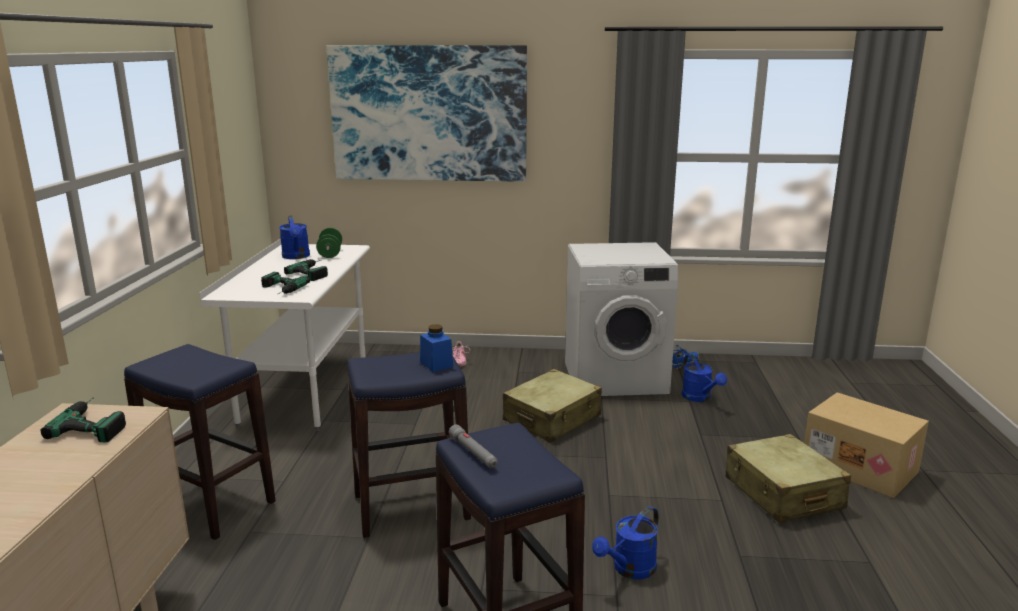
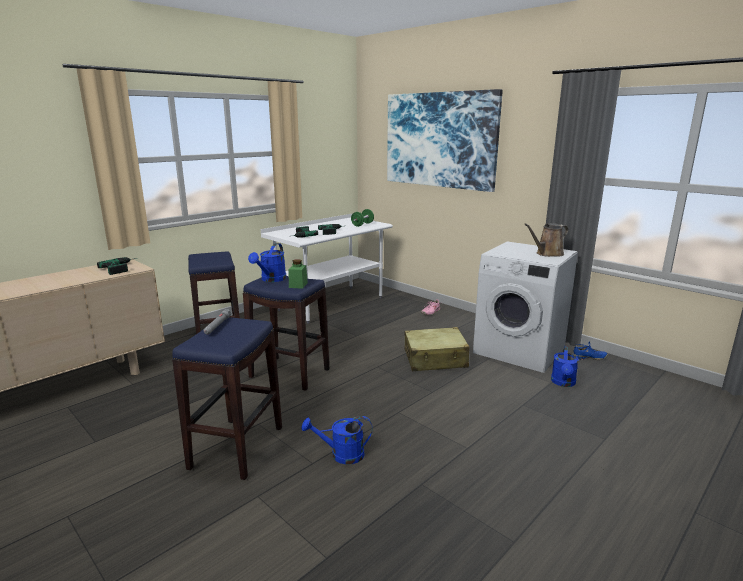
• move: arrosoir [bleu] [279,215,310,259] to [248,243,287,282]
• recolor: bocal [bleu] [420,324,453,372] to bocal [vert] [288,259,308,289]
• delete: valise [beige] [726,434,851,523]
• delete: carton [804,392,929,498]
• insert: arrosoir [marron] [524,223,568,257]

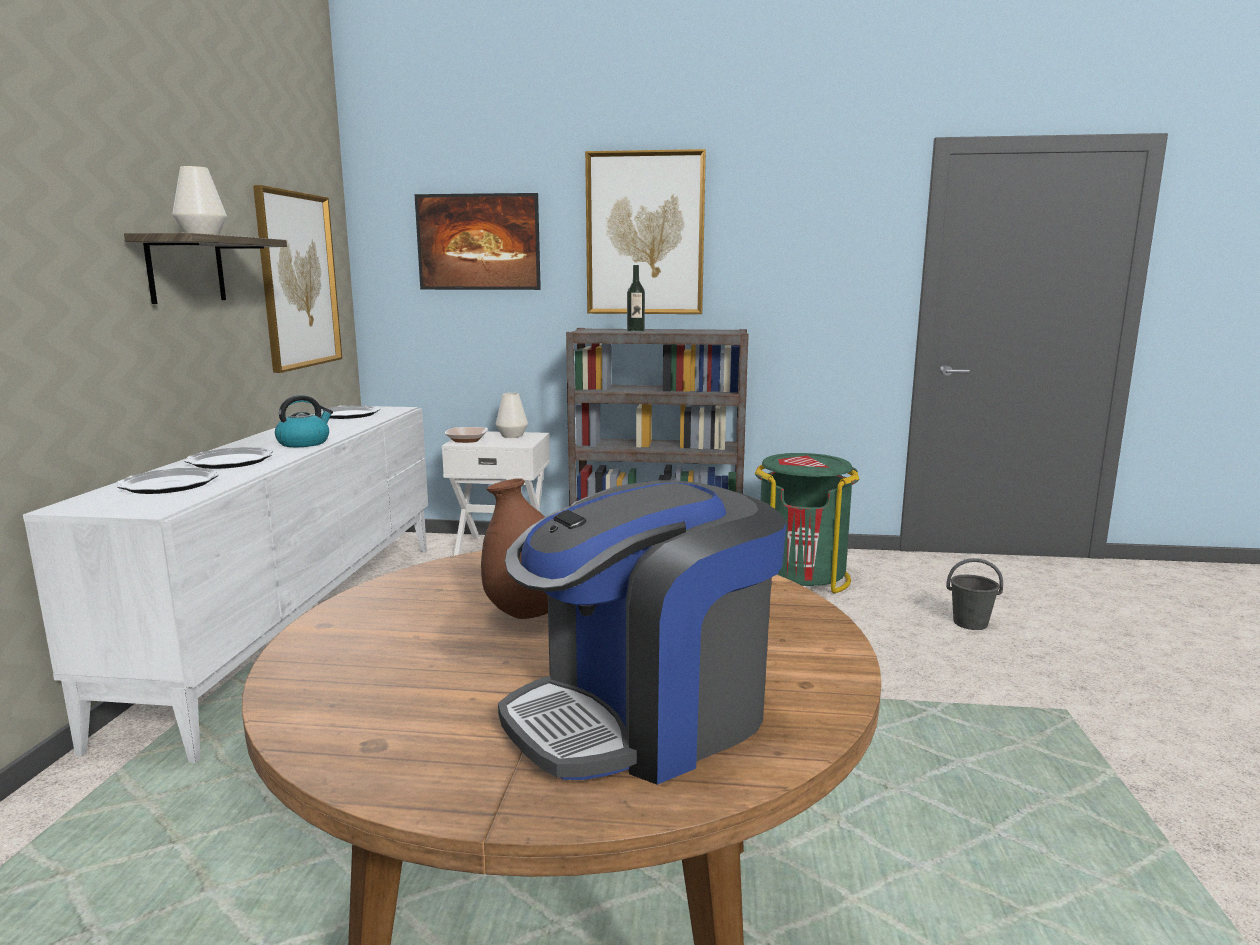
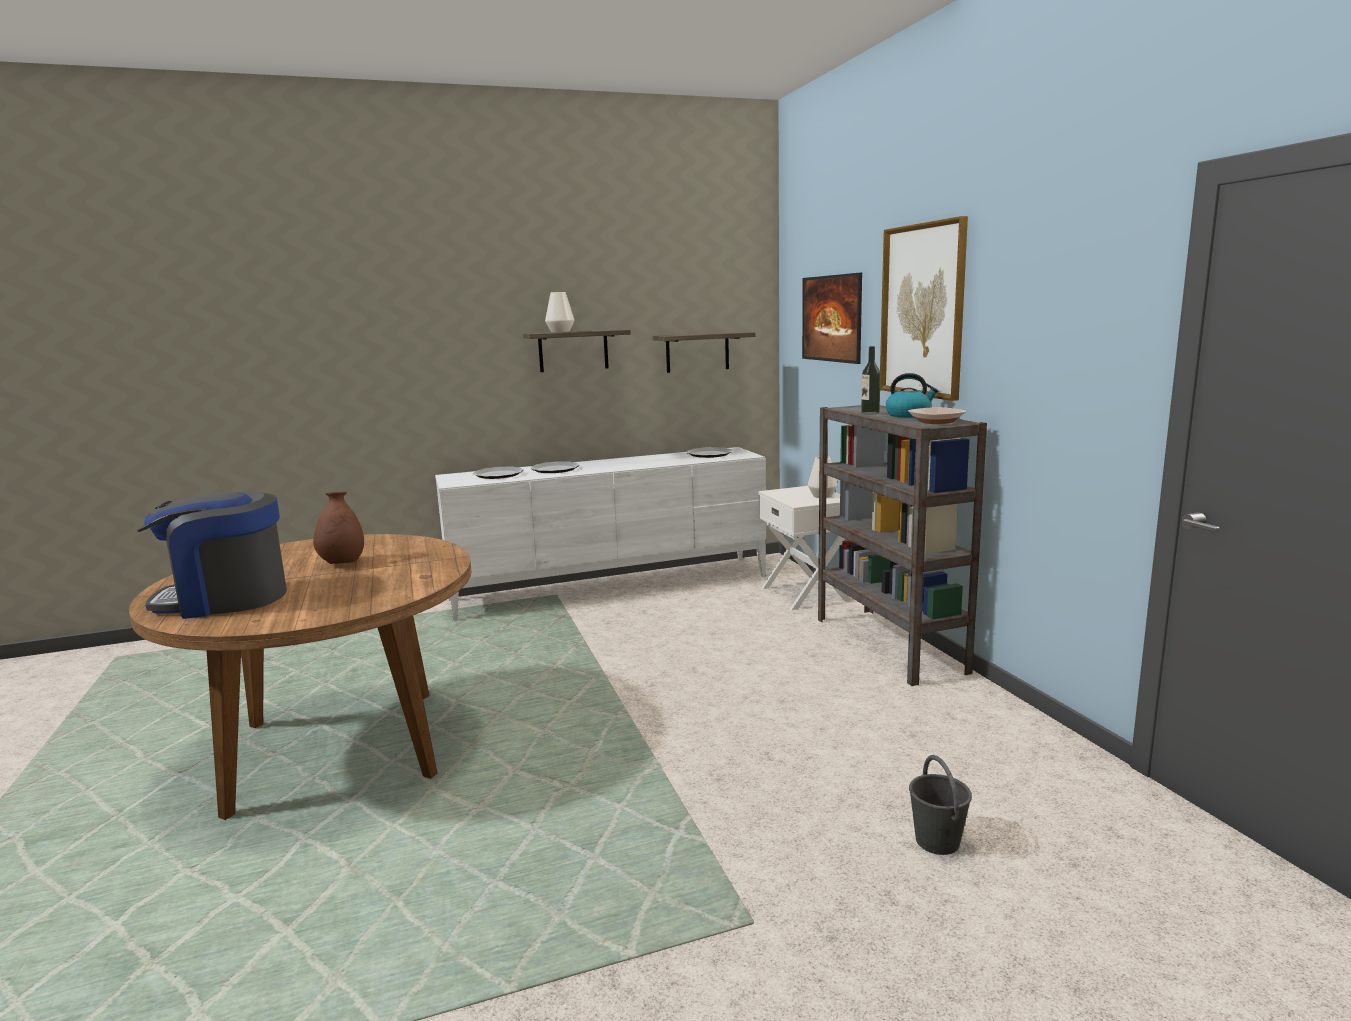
• replace: tableau [253,185,342,373] to étagère [652,332,756,373]
• move: bouilloire [275,395,333,447] to [886,373,938,417]
• move: bol [445,427,488,443] to [908,407,966,424]
• rotate: machine à café [498,480,787,785] = [137,492,287,619] 45 degrees counterclockwise
• delete: poubelle [vert] [755,453,859,593]

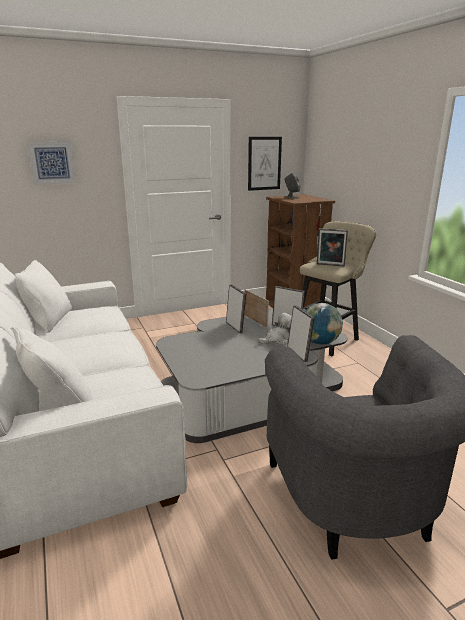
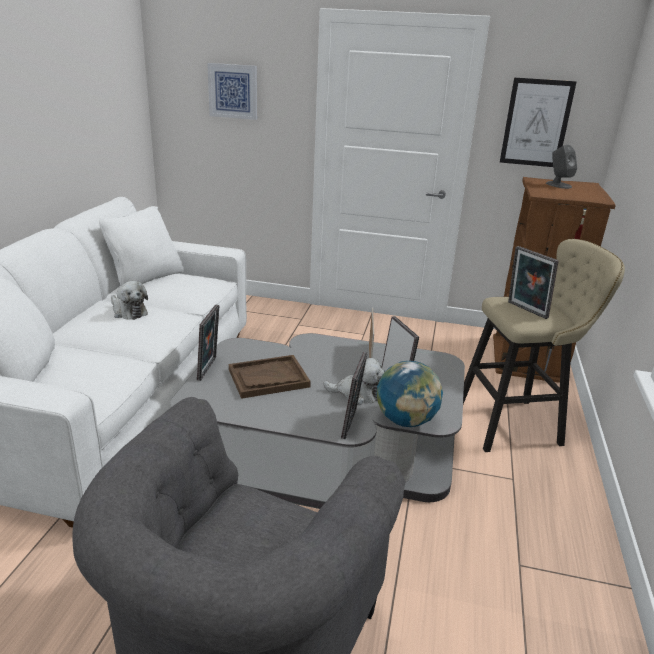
• move: cadre photo [226,284,246,333] to [197,304,220,381]
• insert: peluche [111,281,148,320]
• insert: plateau [marron] [229,355,311,399]

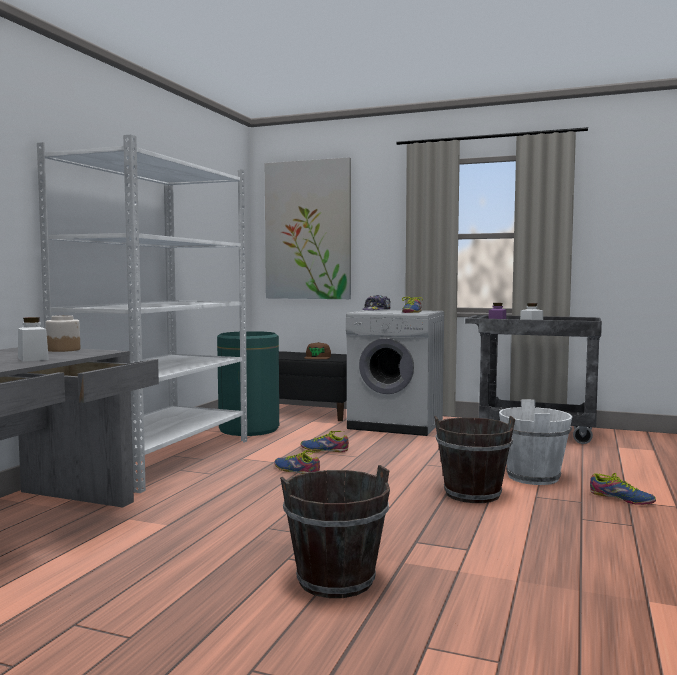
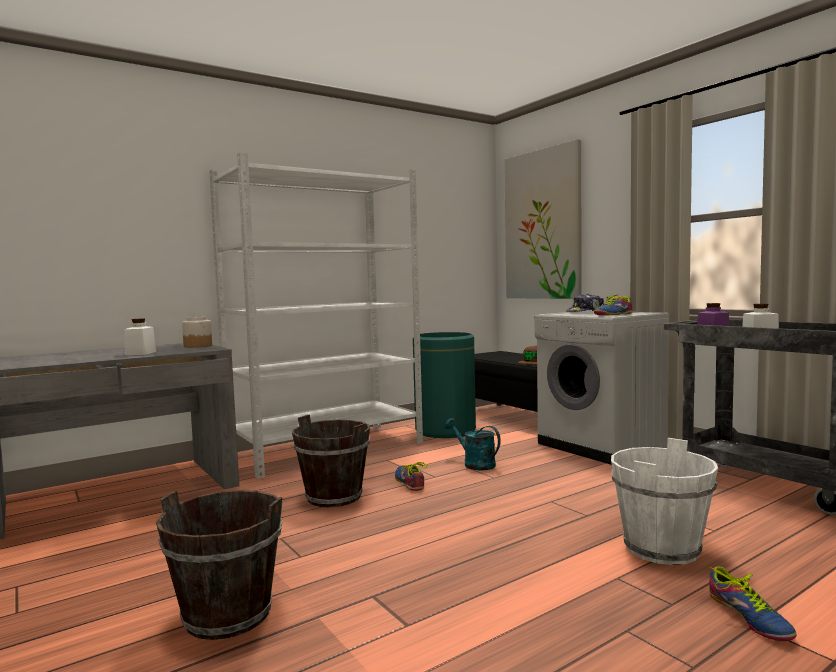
• replace: chaussure [300,431,349,452] to arrosoir [turquoise] [445,418,501,470]
• move: seau [marron] [434,416,515,503] to [292,415,370,507]

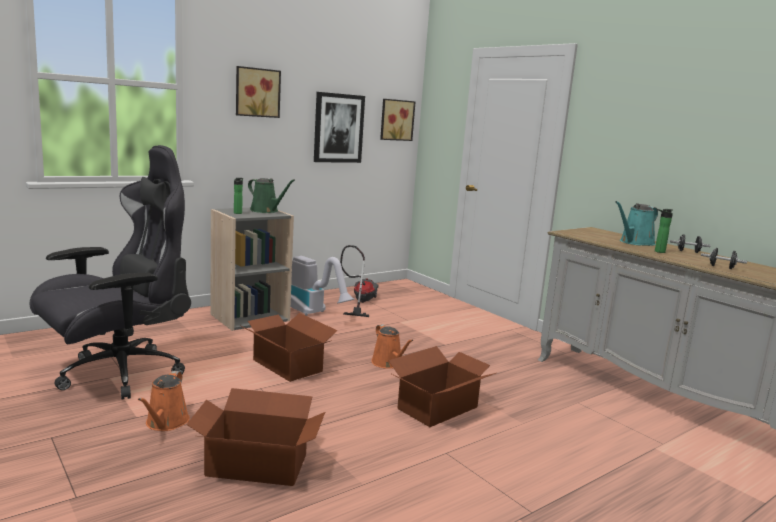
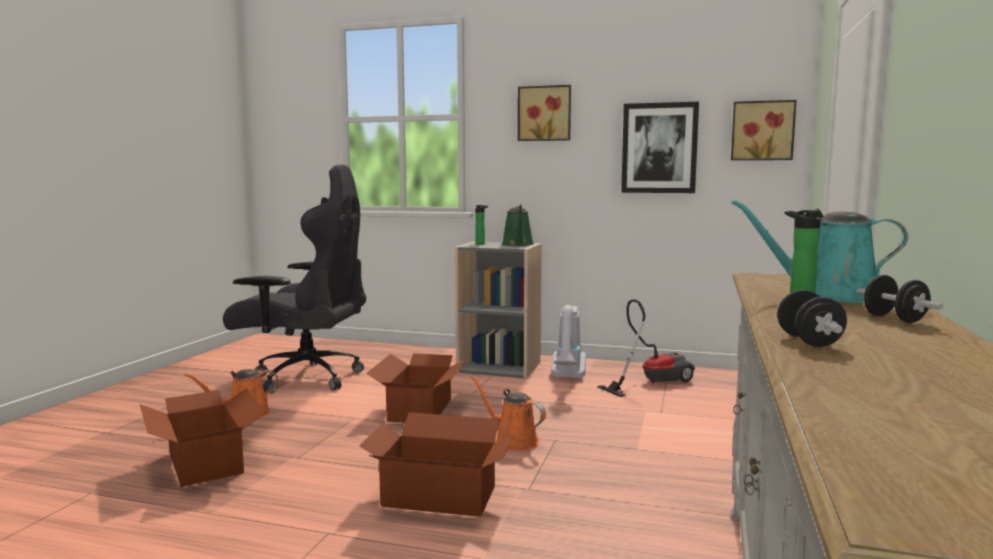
• rotate: arrosoir [orange] [371,324,413,369] = [471,376,546,451] 105 degrees clockwise

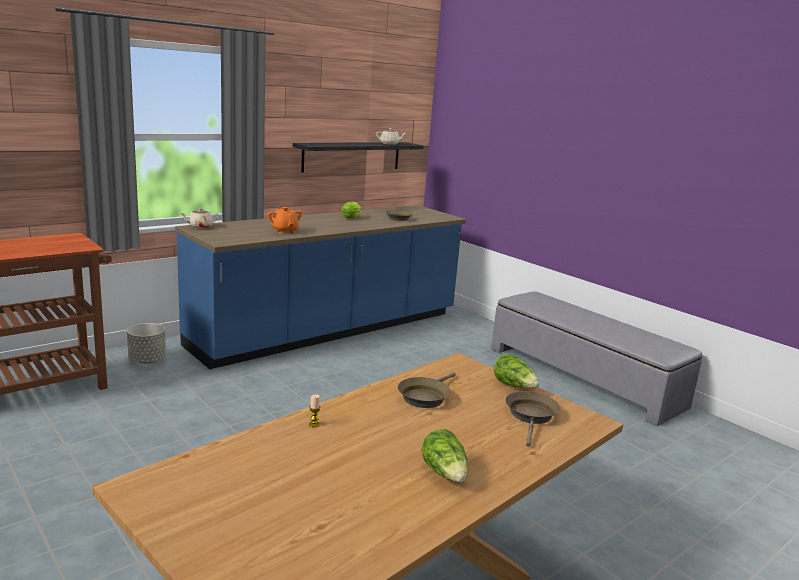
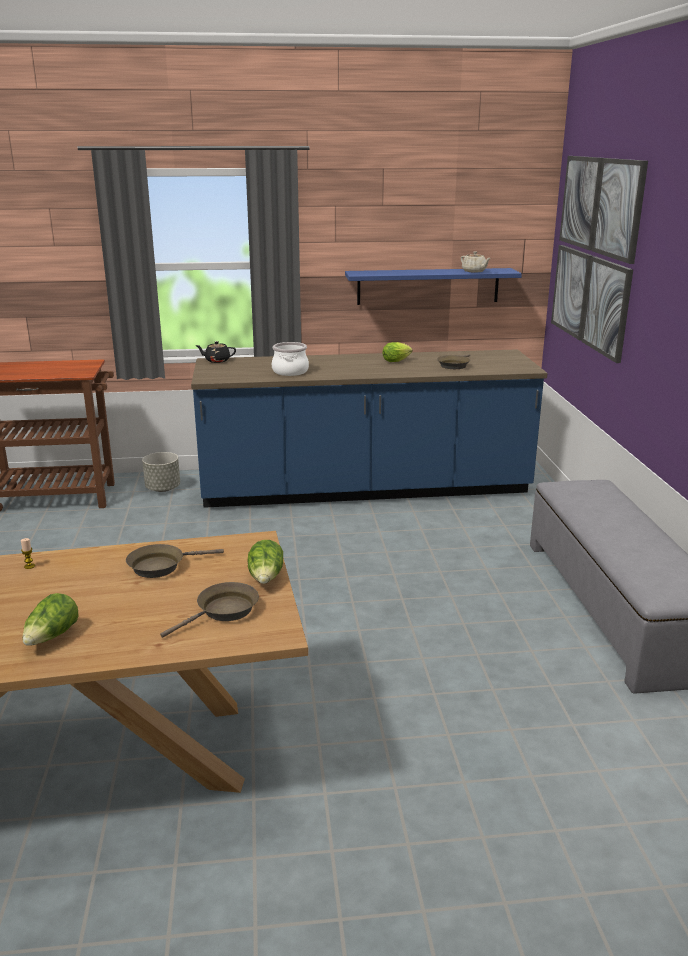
• recolor: théière [beige] [180,208,219,228] to théière [noir] [195,341,236,363]
• replace: théière [orange] [268,207,302,234] to marmite [272,342,309,376]
• recolor: étagère [noir] [293,142,424,173] to étagère [bleu] [345,268,522,305]
• insert: tableau [551,156,648,363]

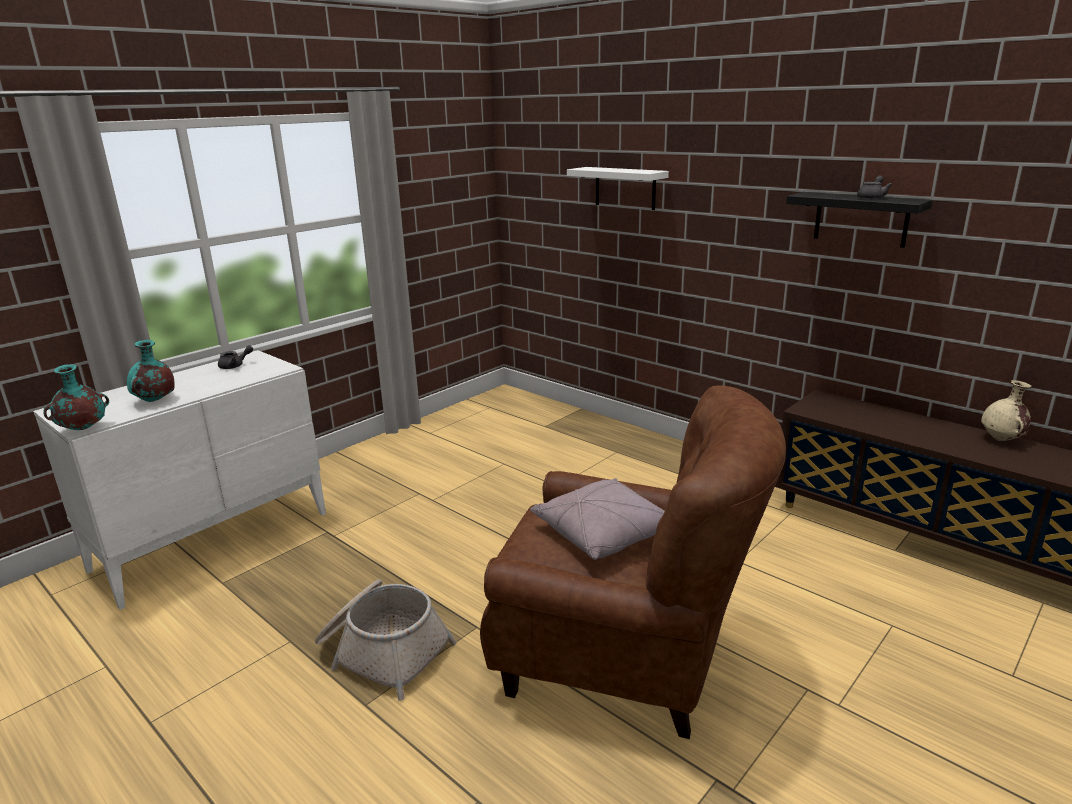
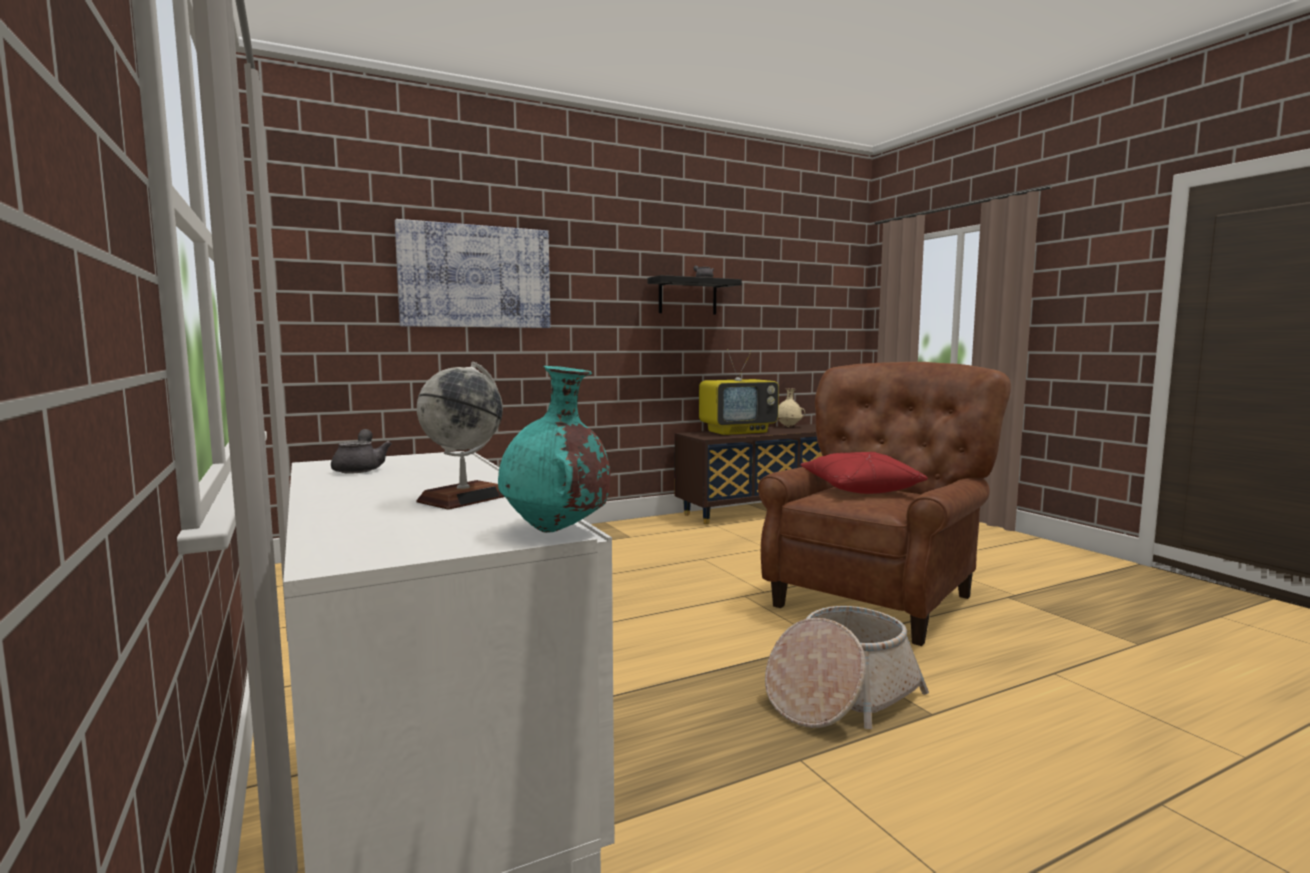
• replace: vase [turquoise] [127,340,175,402] to globe [416,362,505,510]
• recolor: coussin [violet] [530,478,665,560] to coussin [rouge] [800,452,928,494]
• replace: étagère [blanc] [567,167,669,210] to tableau [395,219,550,328]
• insert: téléviseur [699,349,779,435]

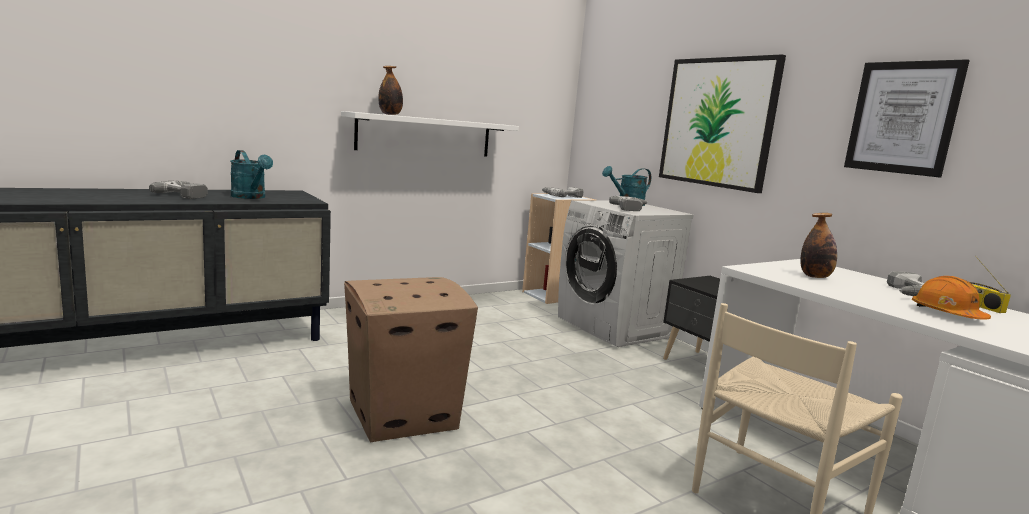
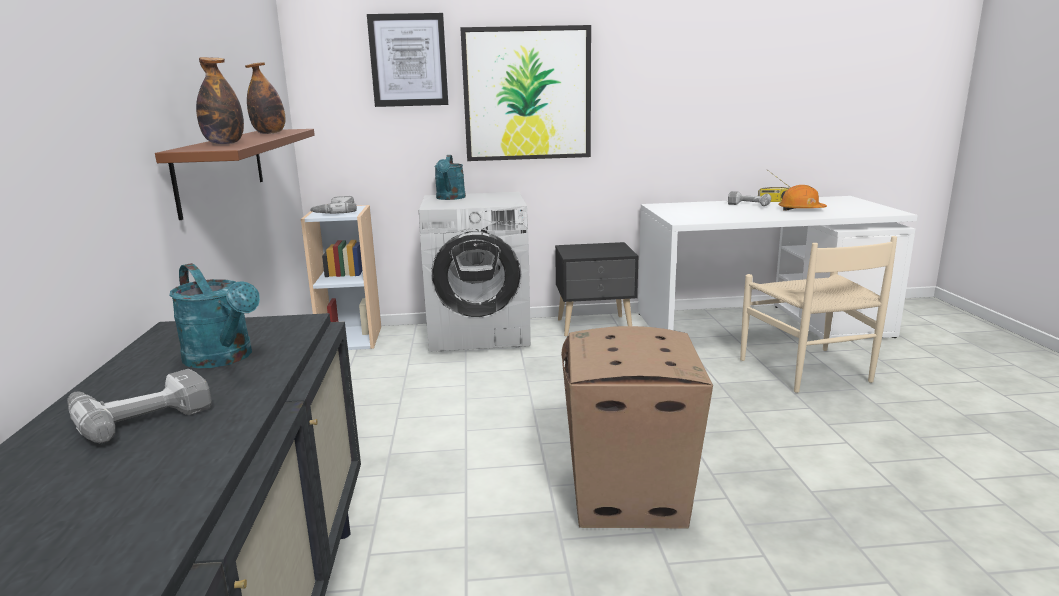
• rotate: arrosoir [turquoise] [230,150,273,199] = [169,263,260,368] 60 degrees clockwise
• recolor: étagère [blanc] [341,111,519,157] to étagère [marron] [155,129,315,220]
• delete: perceuse [609,196,648,211]
• move: bouteille [800,213,837,278] to [245,62,285,134]
• move: tableau [844,59,970,178] to [367,13,448,107]

